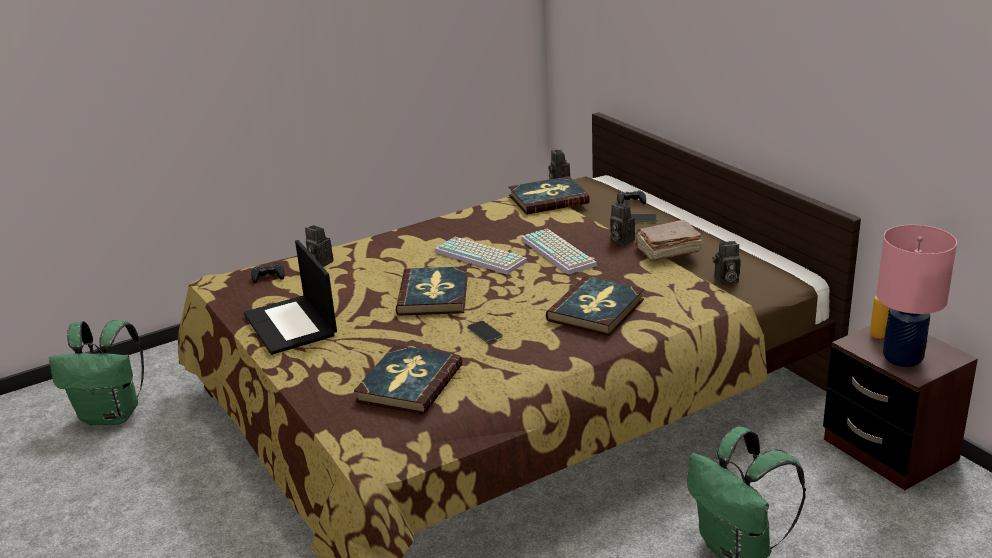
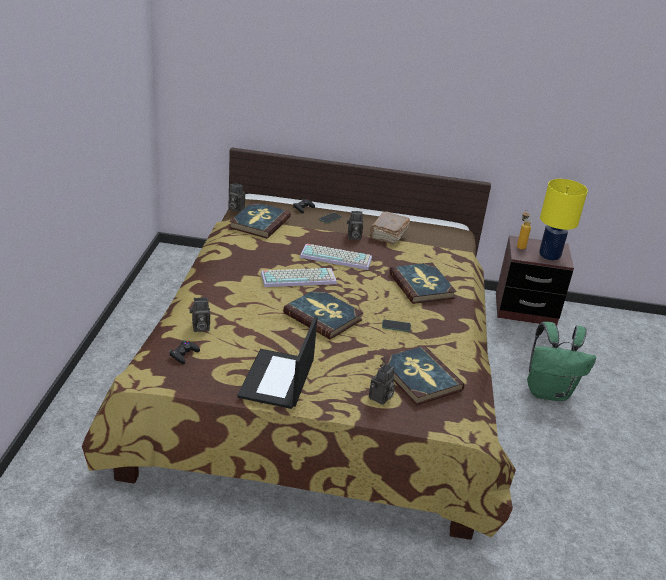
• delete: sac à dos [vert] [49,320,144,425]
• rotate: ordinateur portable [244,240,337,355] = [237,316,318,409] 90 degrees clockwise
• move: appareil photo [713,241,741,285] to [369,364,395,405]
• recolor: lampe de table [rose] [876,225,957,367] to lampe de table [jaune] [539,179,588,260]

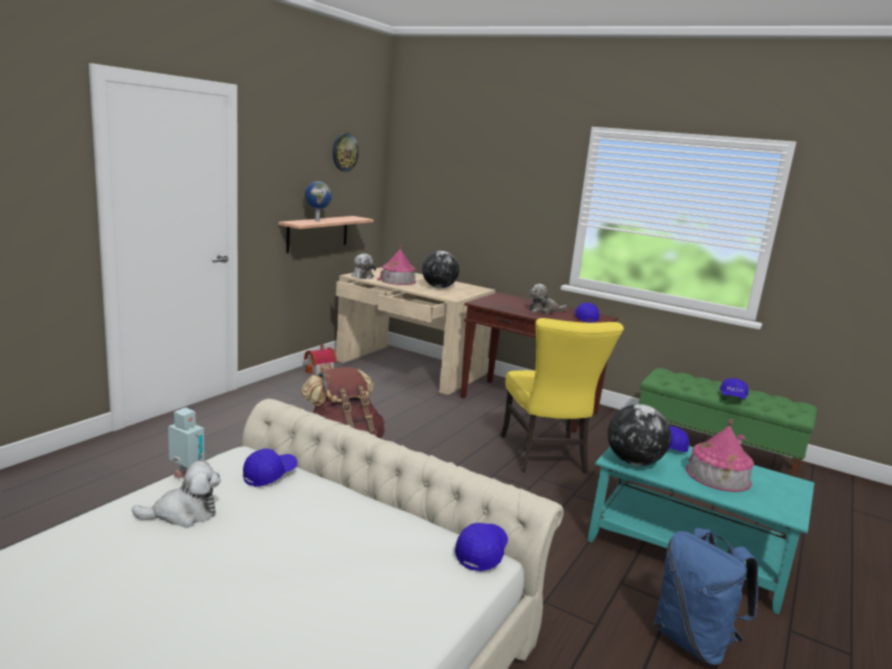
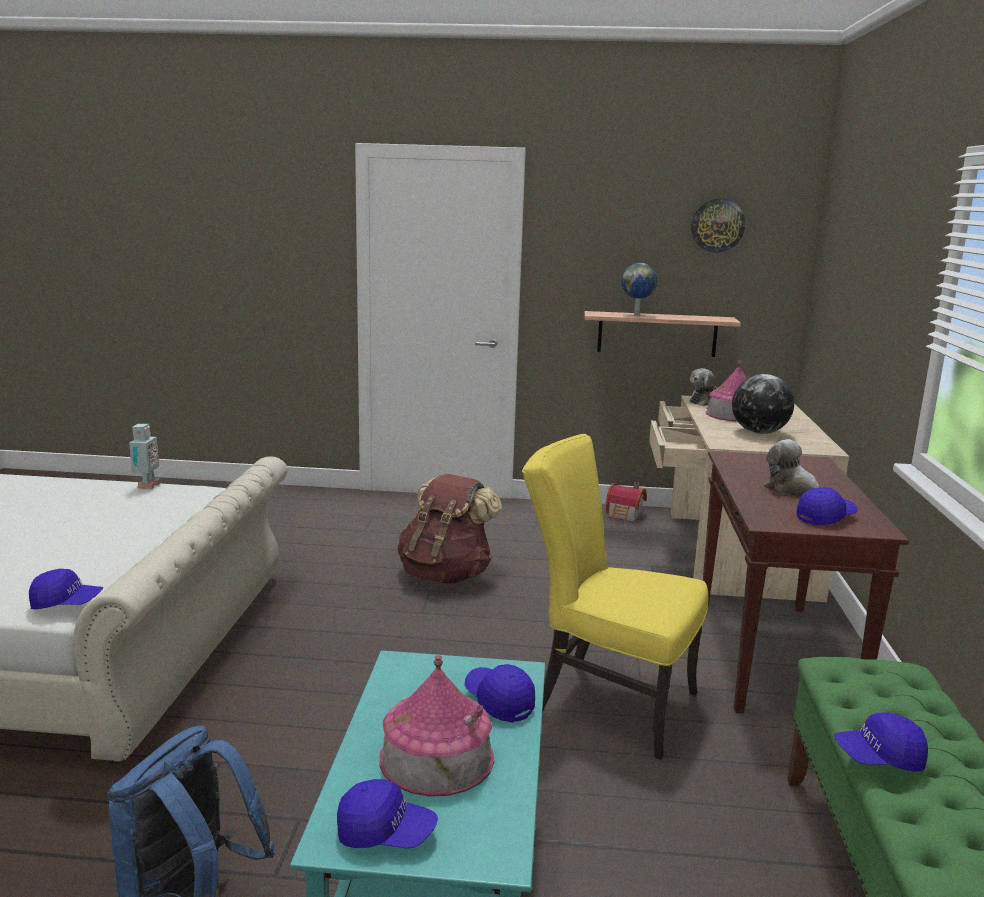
• delete: peluche [132,461,221,528]
• move: casquette [bleu] [243,449,297,487] to [337,779,438,848]
• rotate: chaise [jaune] [500,318,624,474] = [522,434,708,760] 60 degrees clockwise
• delete: globe [608,404,671,466]

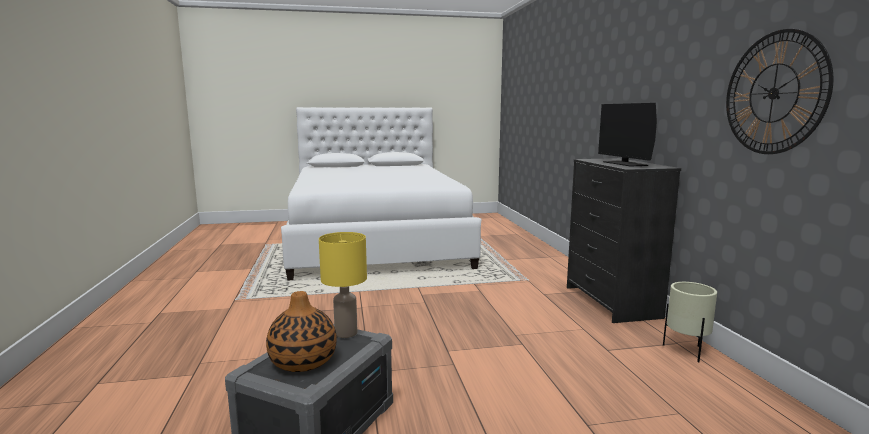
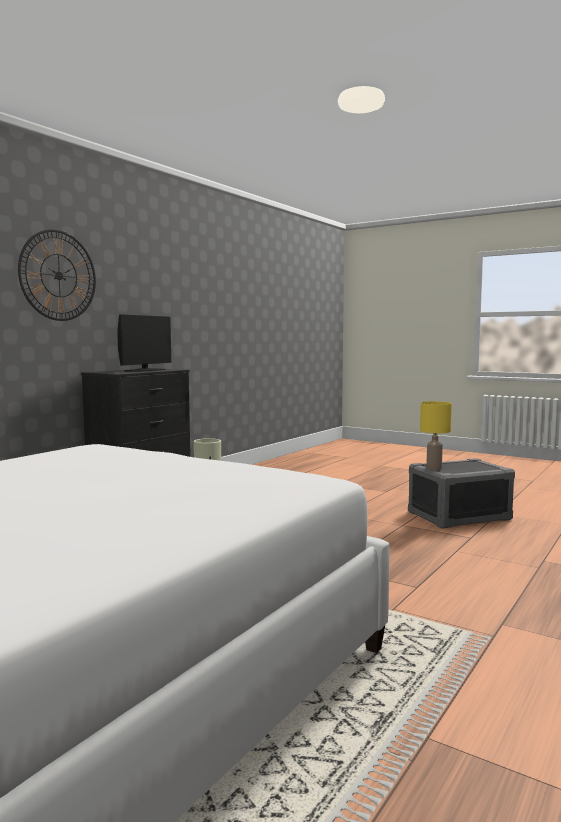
• delete: vase [266,291,337,372]
• move: horloge murale [726,29,833,154] to [18,229,96,321]

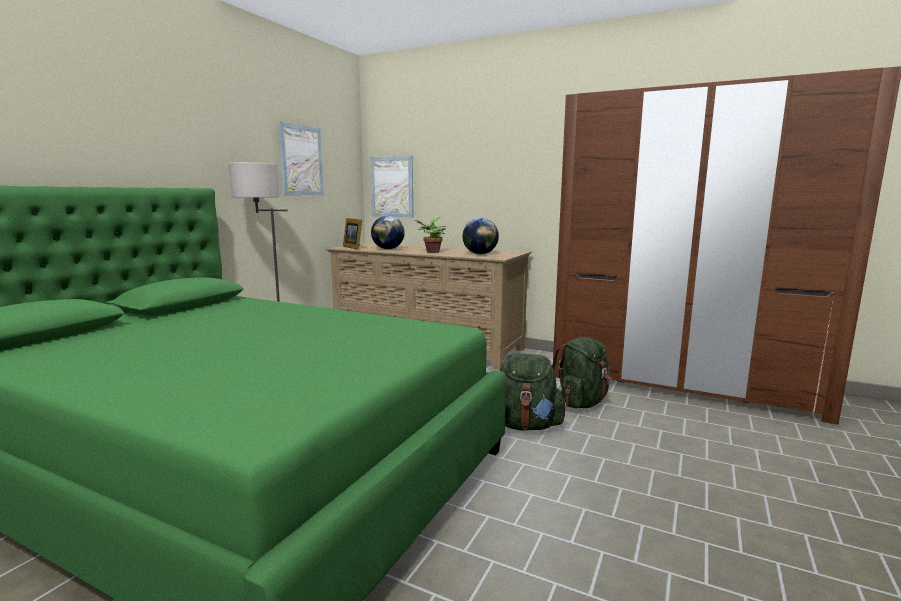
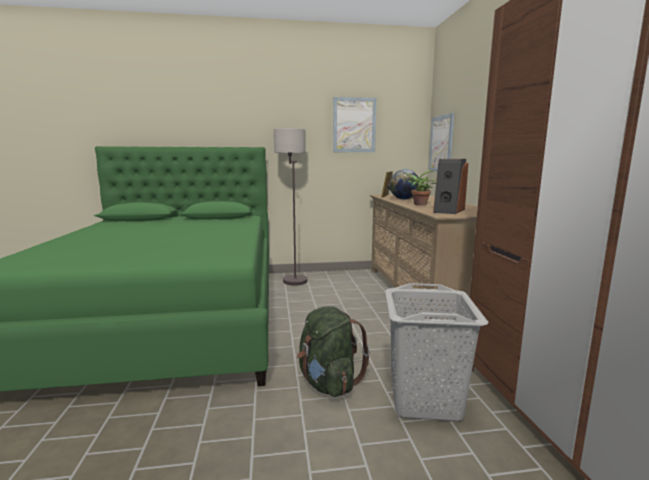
• replace: globe [463,218,499,254] to enceinte [433,159,468,214]
• replace: sac à dos [vert] [552,337,612,408] to panier à linge [gris] [385,283,488,421]

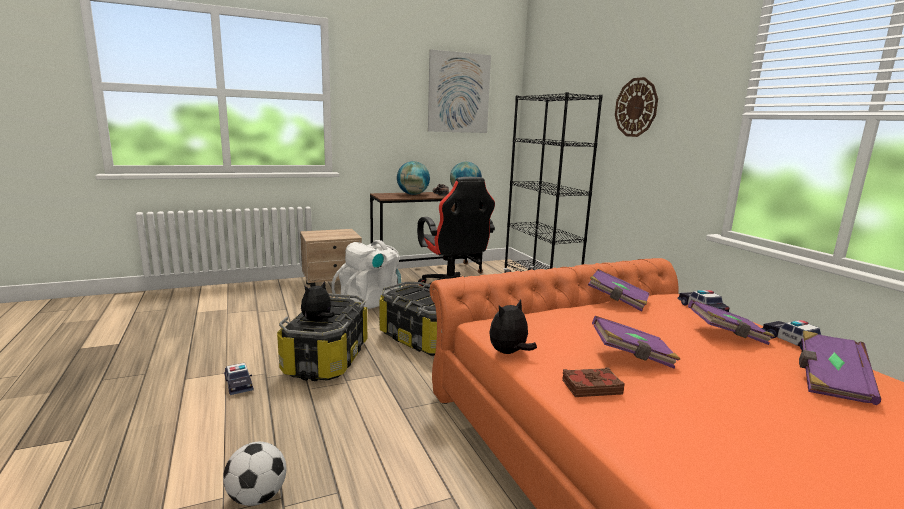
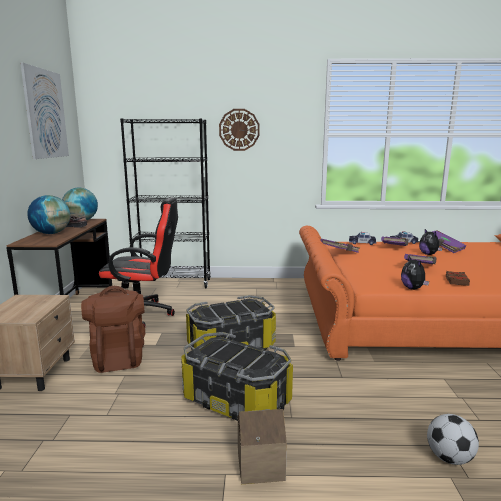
• replace: petite voiture [224,363,254,395] to maison miniature [238,409,287,484]
• move: peluche [301,282,335,321] to [419,229,443,255]
• recolor: sac à dos [blanc] [331,240,401,309] to sac à dos [marron] [81,286,145,373]

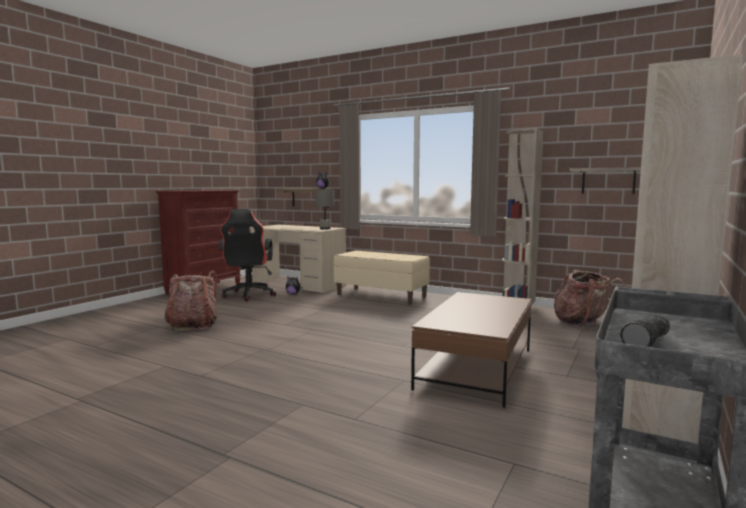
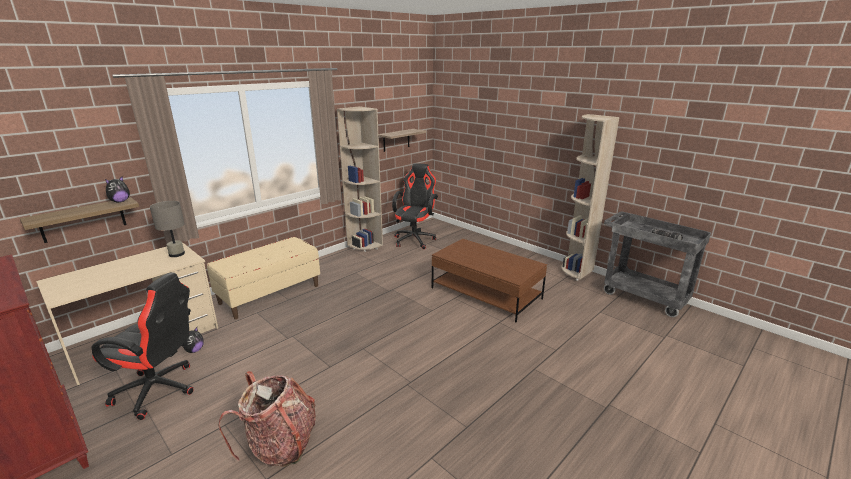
• replace: sac à dos [554,270,625,327] to chaise de bureau [noir] [392,163,438,249]

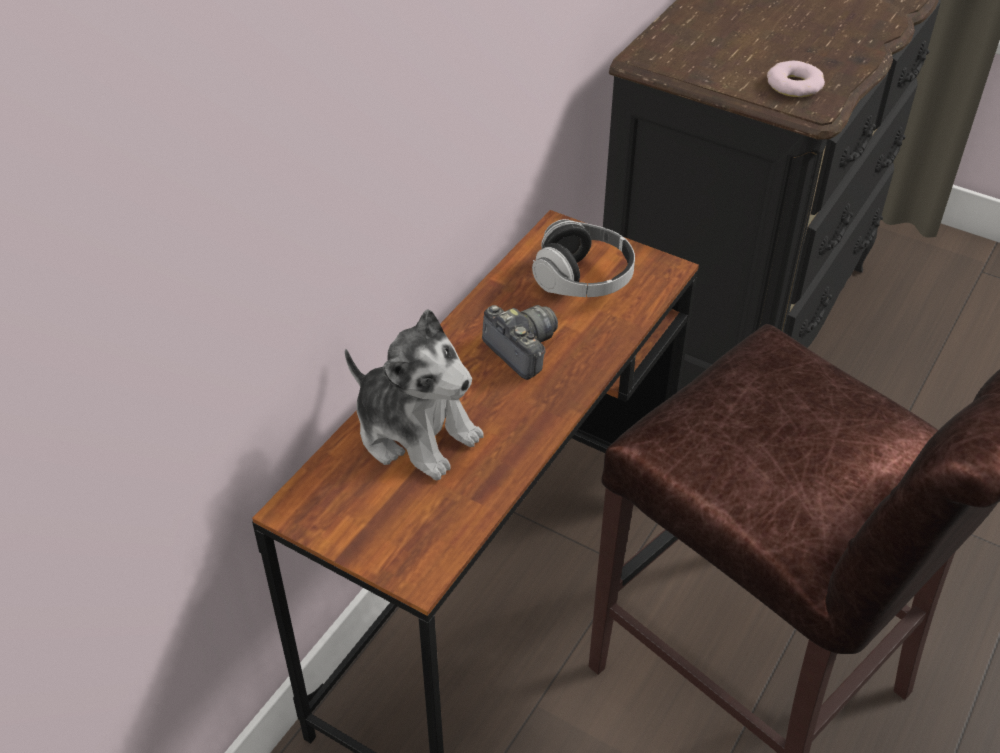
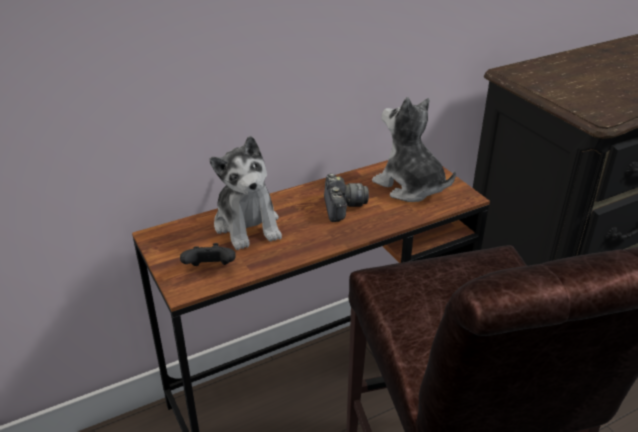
• replace: casque audio [532,219,635,297] to peluche [372,97,456,202]
• delete: beignet [767,61,825,97]
• insert: manette [noir] [180,243,236,266]

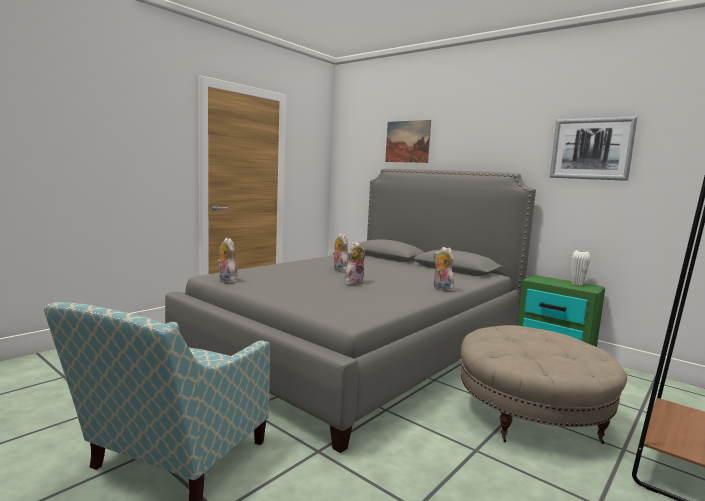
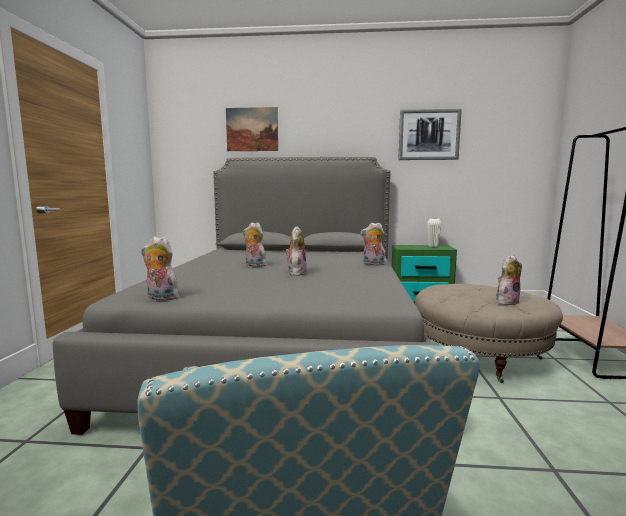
• insert: peluche [496,255,522,305]

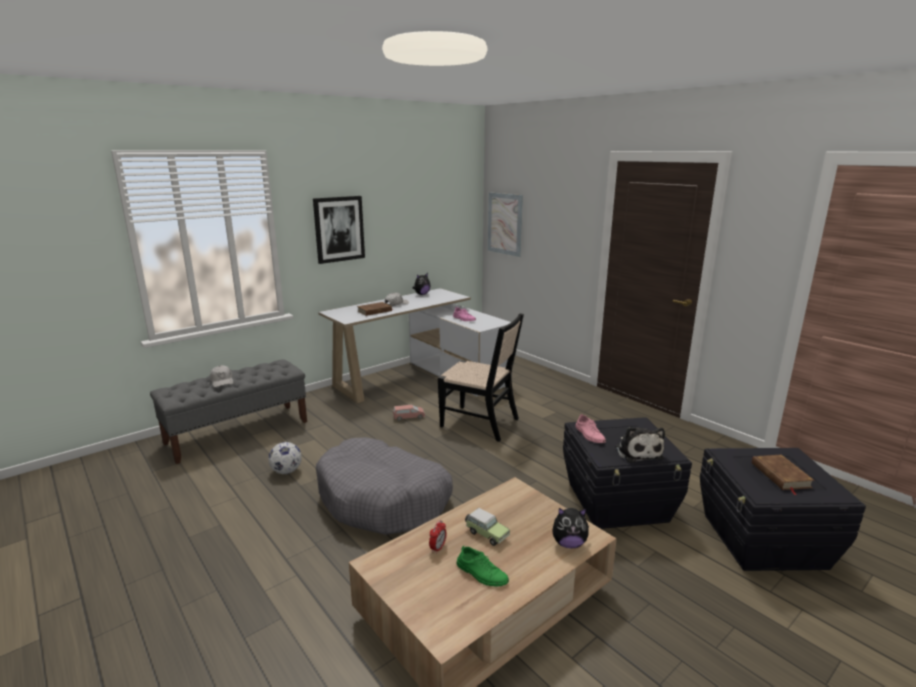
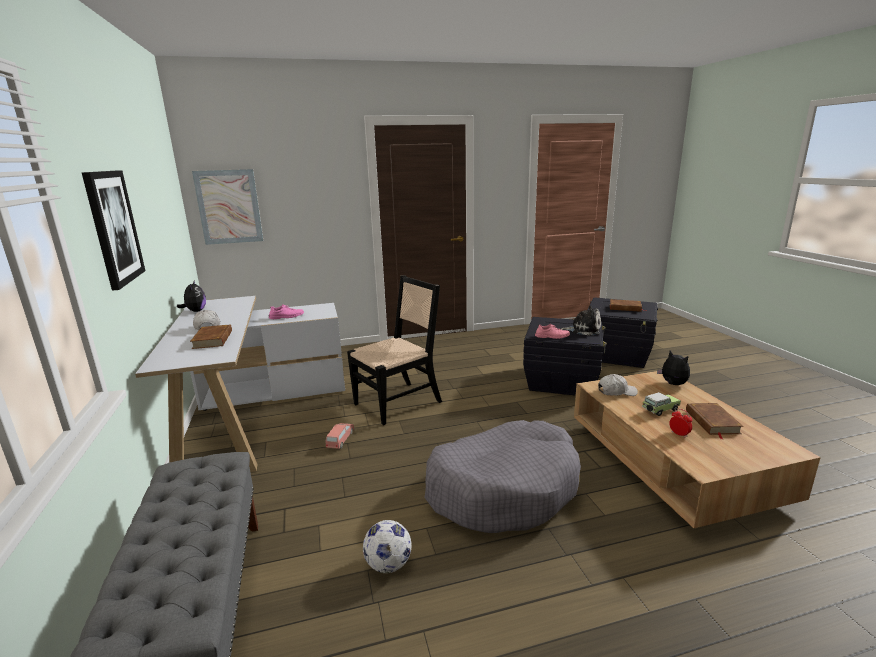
• move: casquette [blanc] [210,365,233,387] to [598,374,638,396]
• replace: chaussure [vert] [457,546,509,587] to livre [marron] [686,403,743,439]
• rotate: peluche [552,508,589,548] = [657,351,690,385] 60 degrees counterclockwise

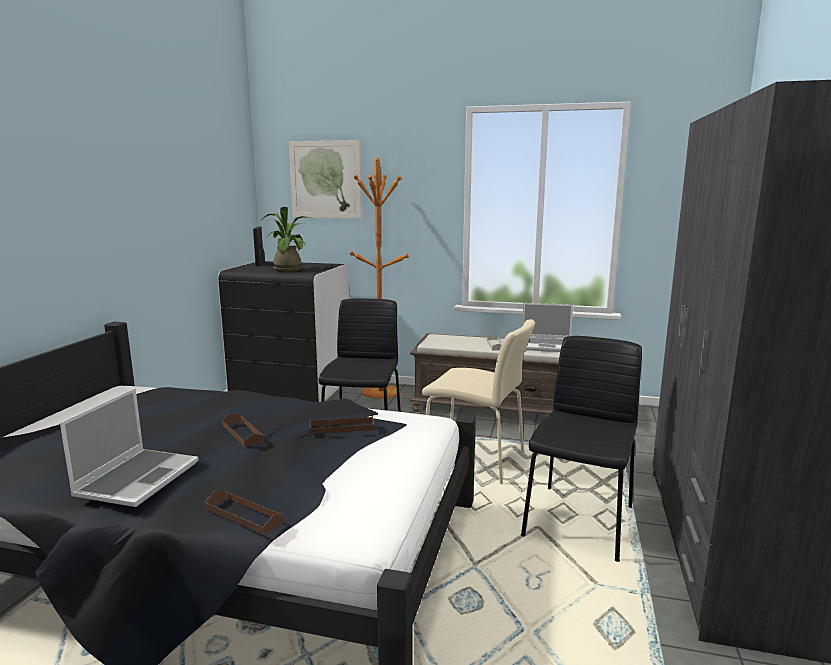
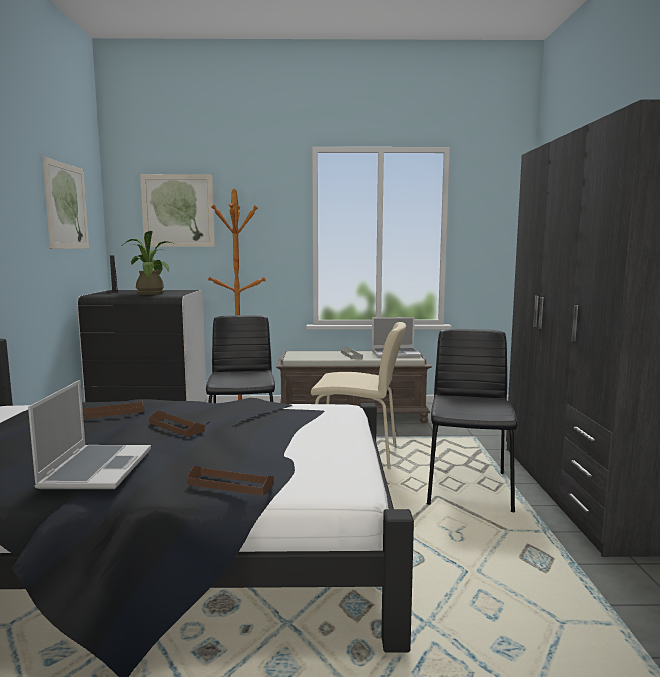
• move: plateau [marron] [310,416,374,434] to [83,400,144,419]
• insert: tableau [43,157,89,249]

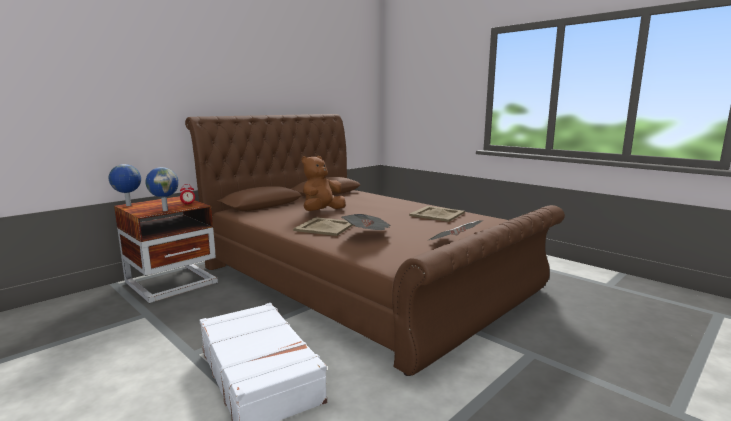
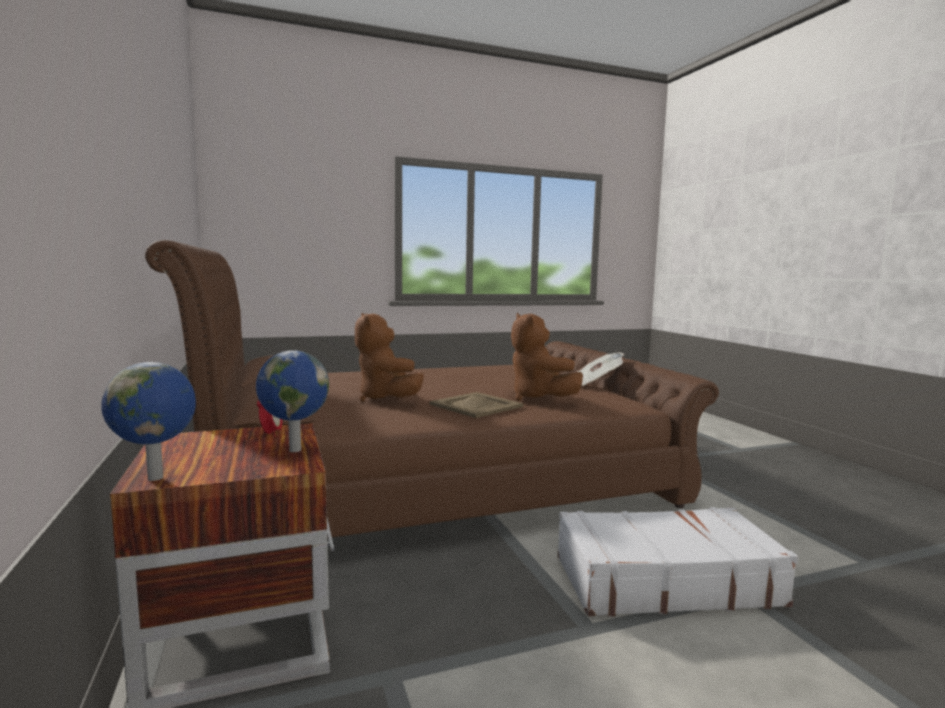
• replace: journal [341,214,390,230] to peluche [marron] [511,313,583,401]
• delete: plateau [beige] [409,206,465,222]

